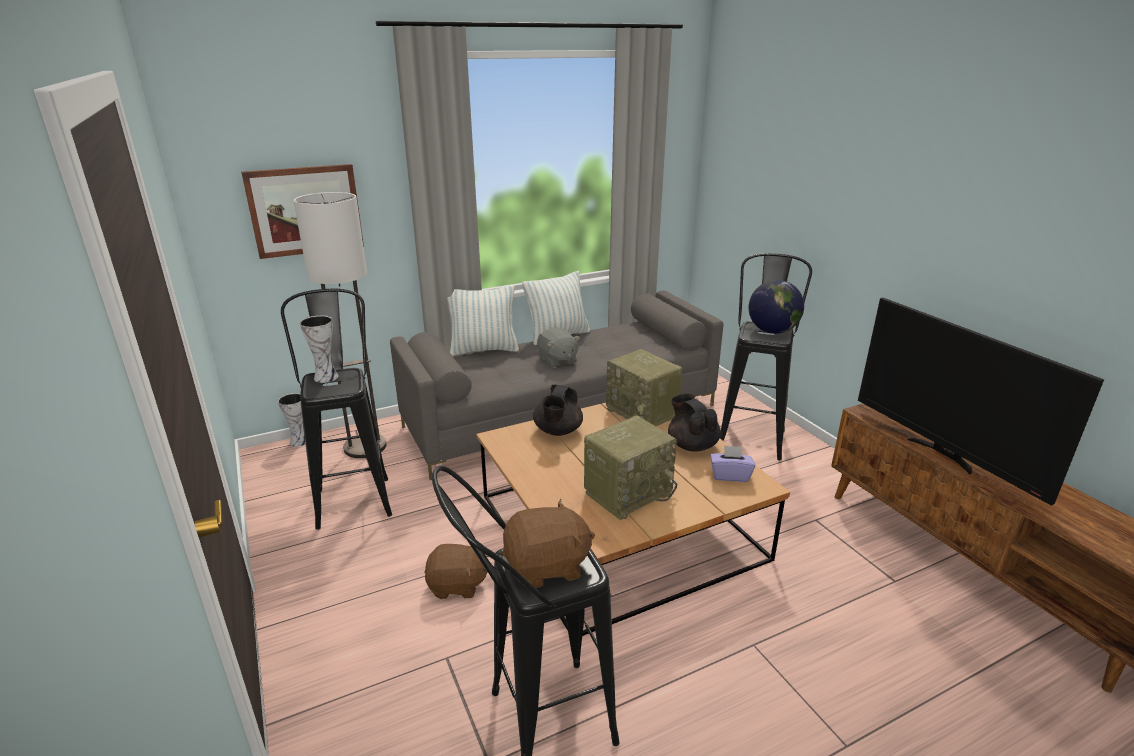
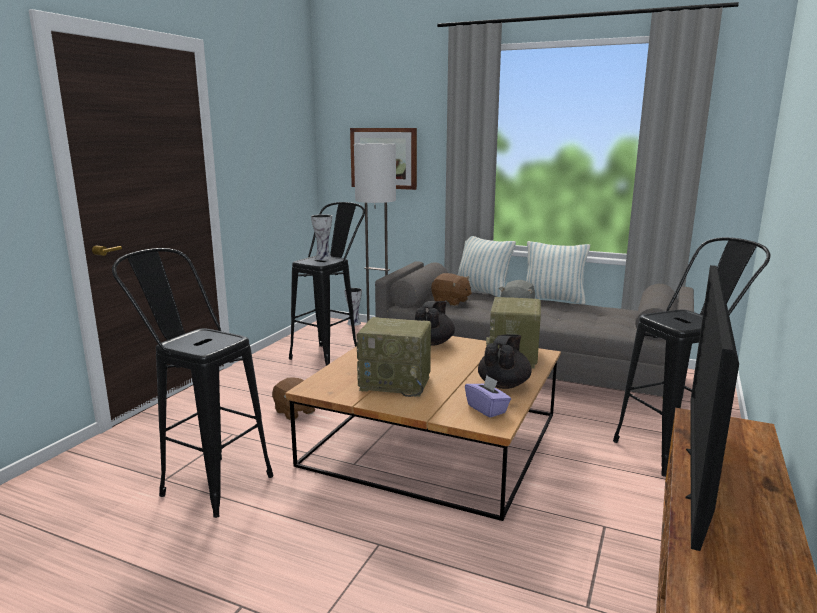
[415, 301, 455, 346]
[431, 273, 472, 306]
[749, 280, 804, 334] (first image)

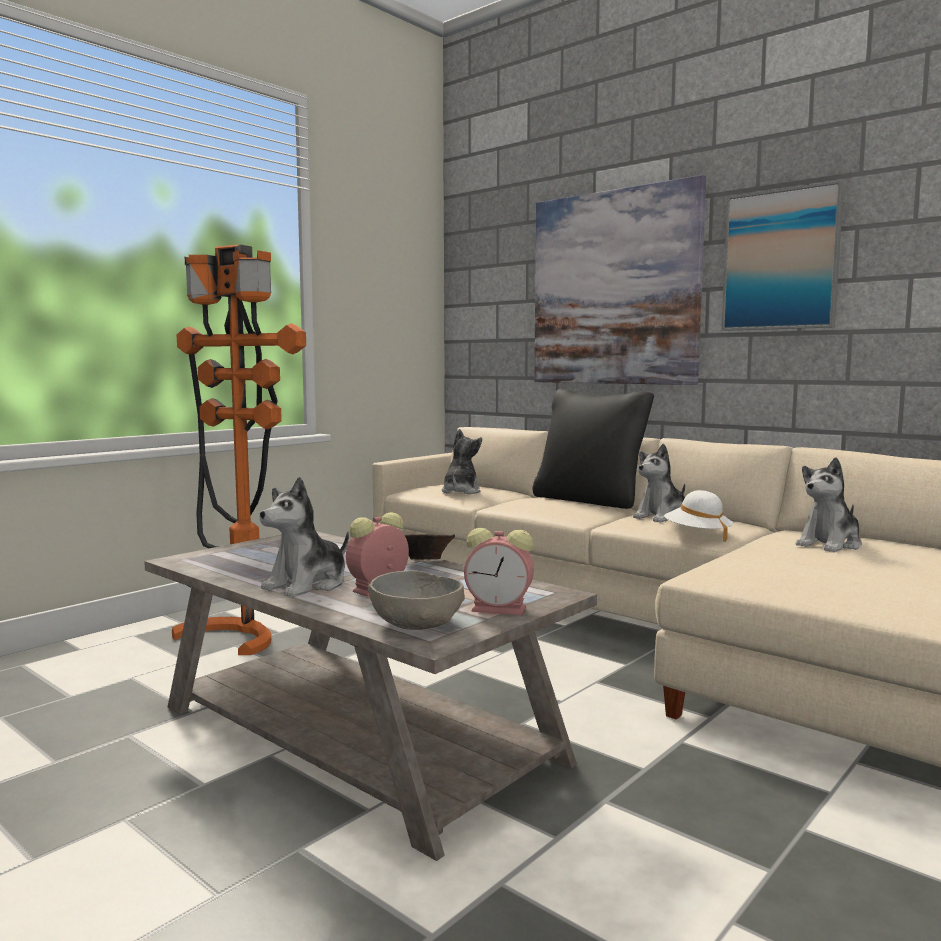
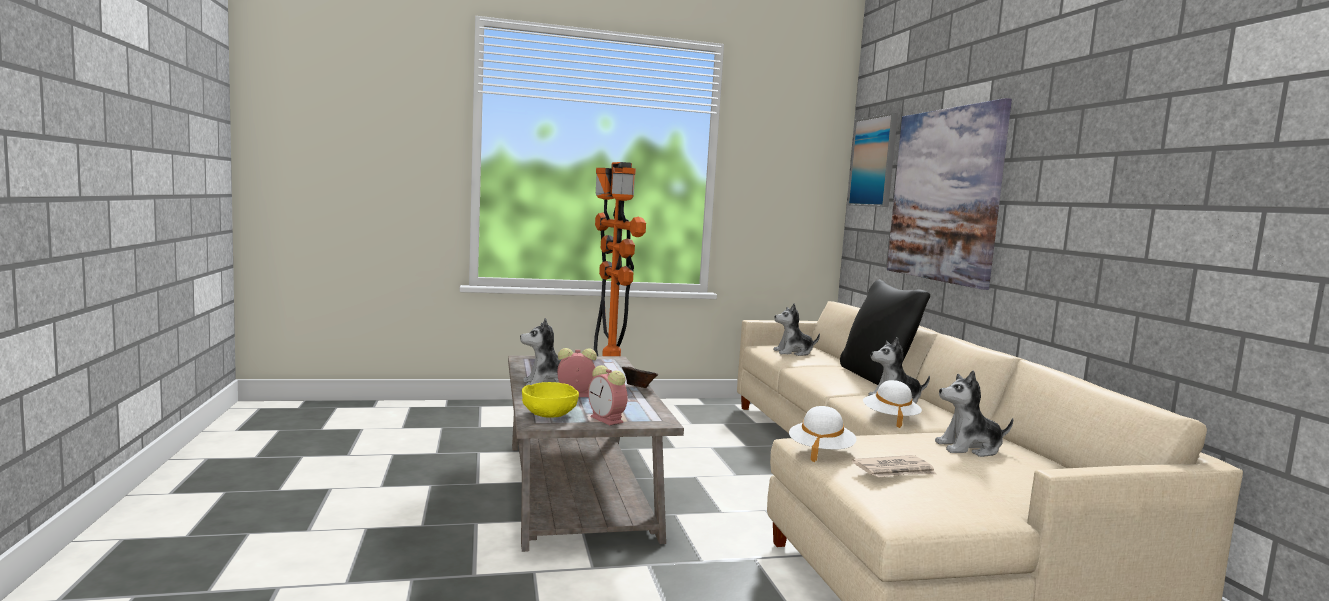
[522, 382, 579, 417]
[773, 303, 820, 356]
[789, 406, 856, 462]
[848, 113, 898, 207]
[852, 455, 936, 477]

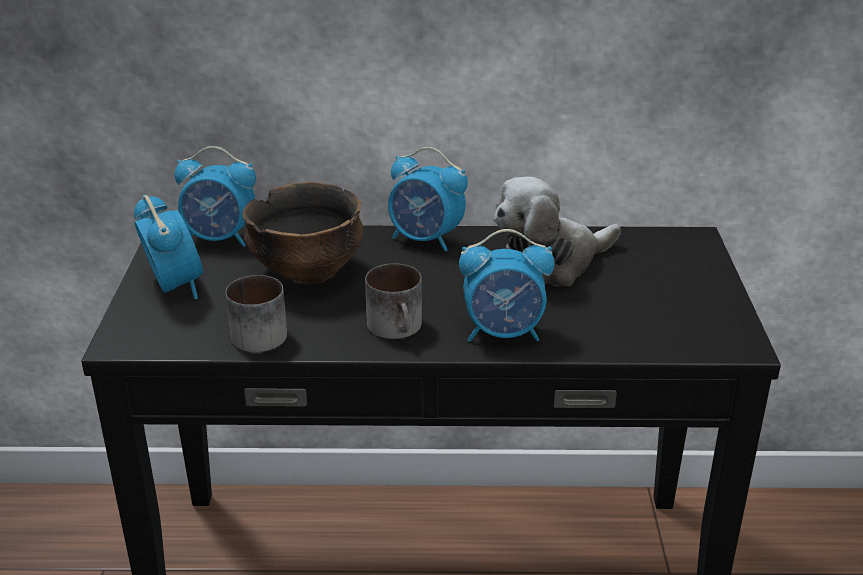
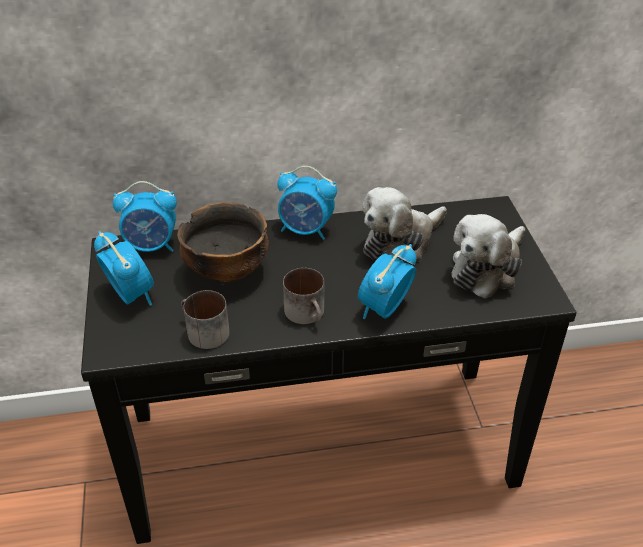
[358, 244, 416, 319]
[451, 214, 525, 299]

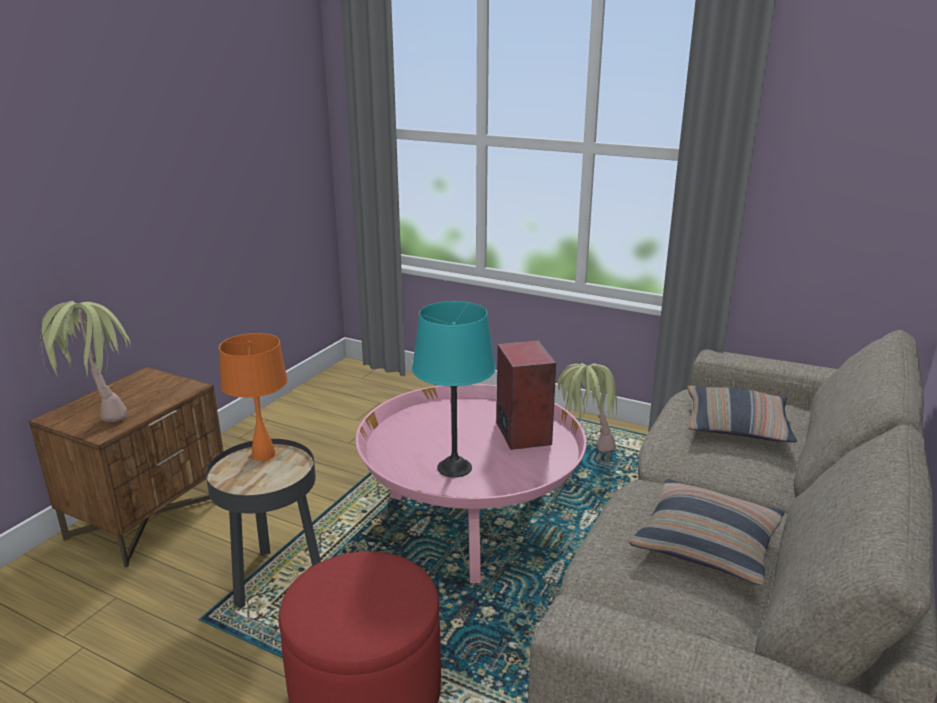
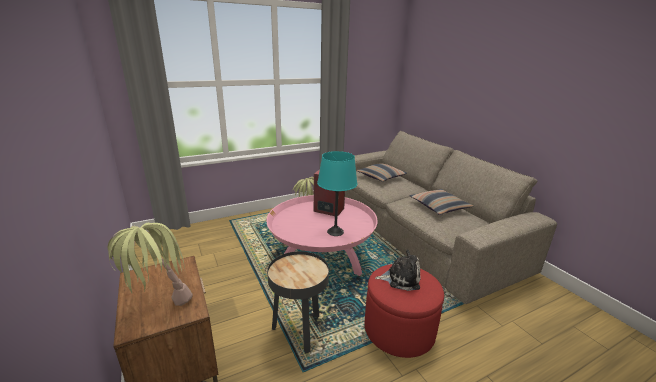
[375, 249, 420, 291]
[219, 333, 288, 461] (first image)

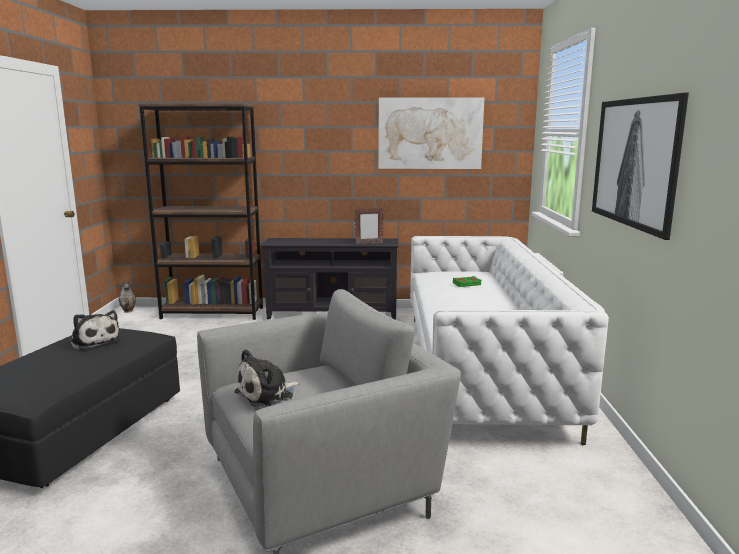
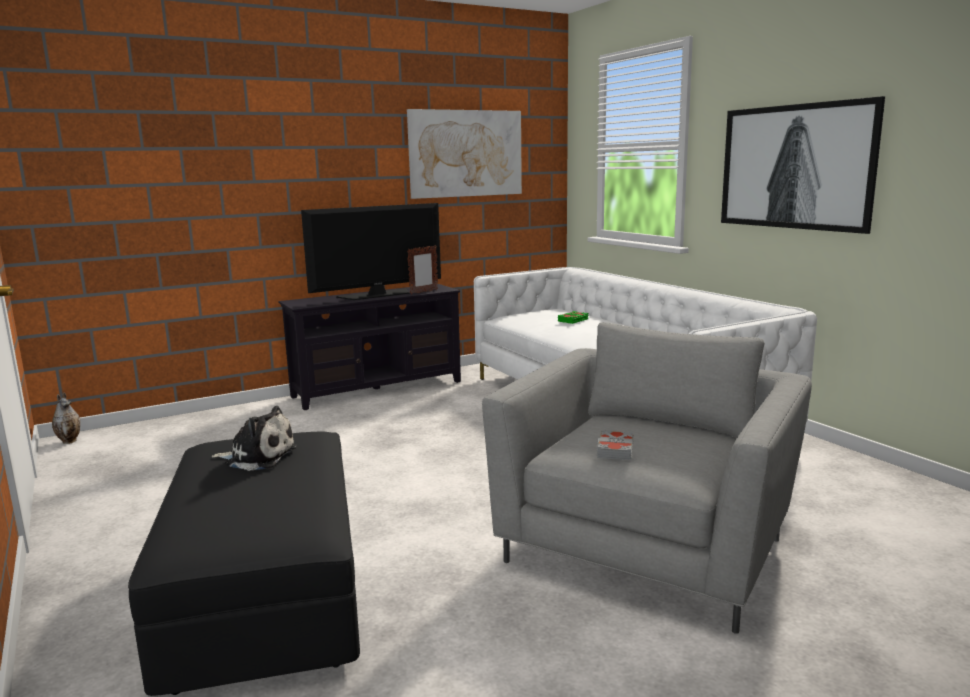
[301, 203, 441, 300]
[597, 430, 634, 460]
[138, 103, 263, 320] (first image)

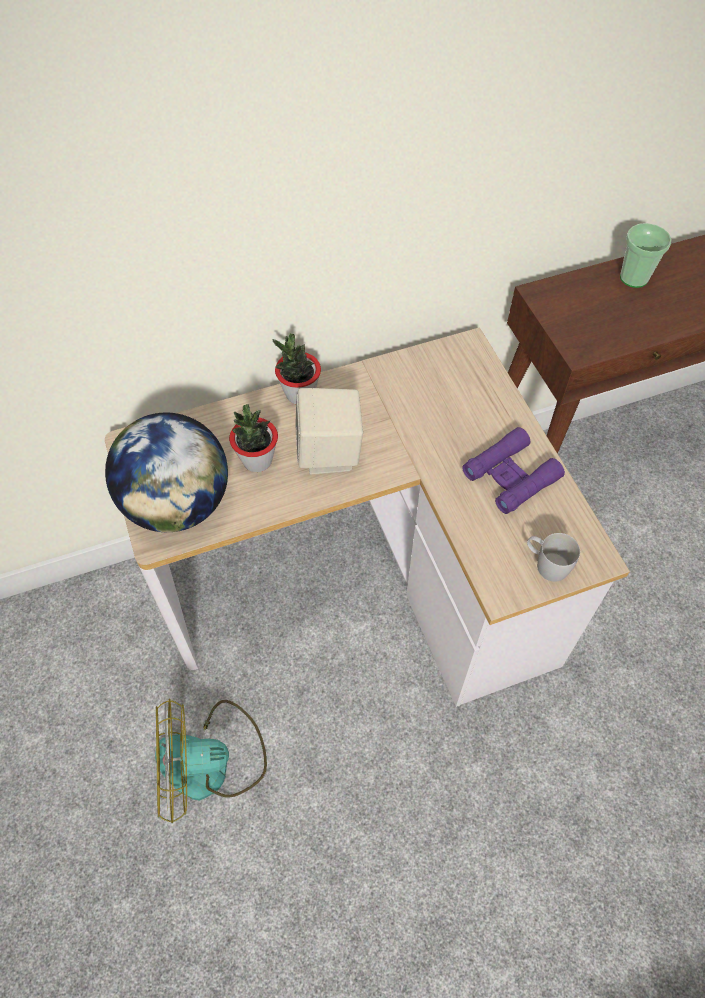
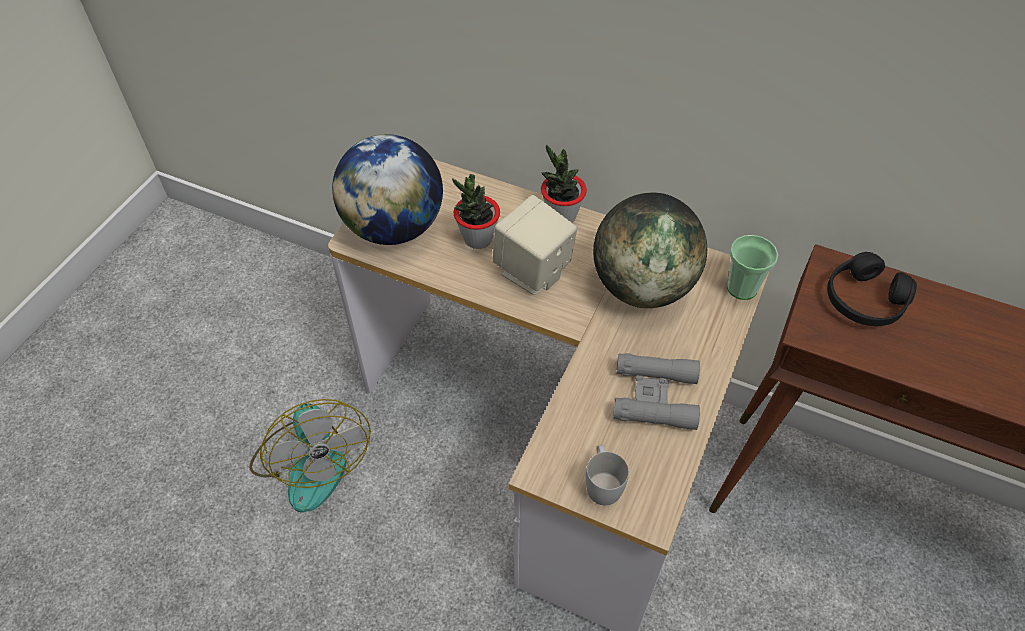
[249, 399, 371, 513]
[593, 193, 707, 308]
[613, 353, 700, 430]
[727, 235, 778, 300]
[827, 252, 917, 326]

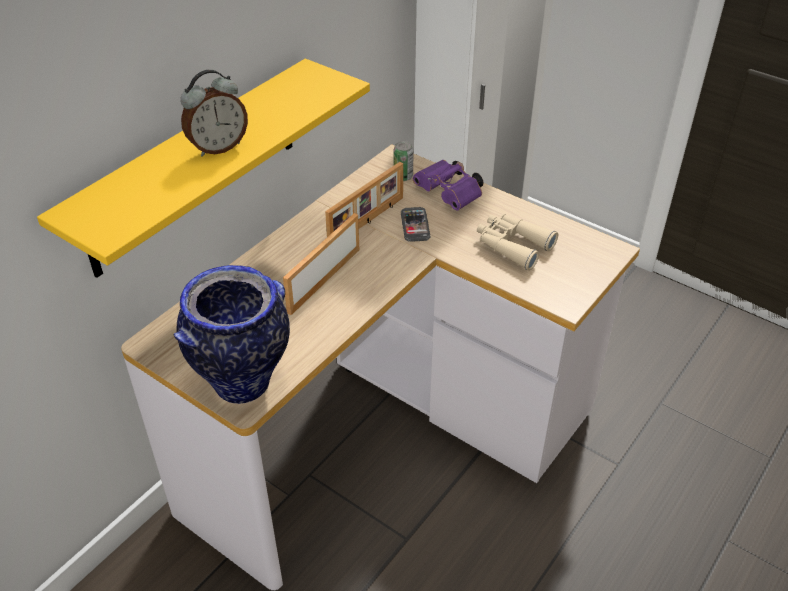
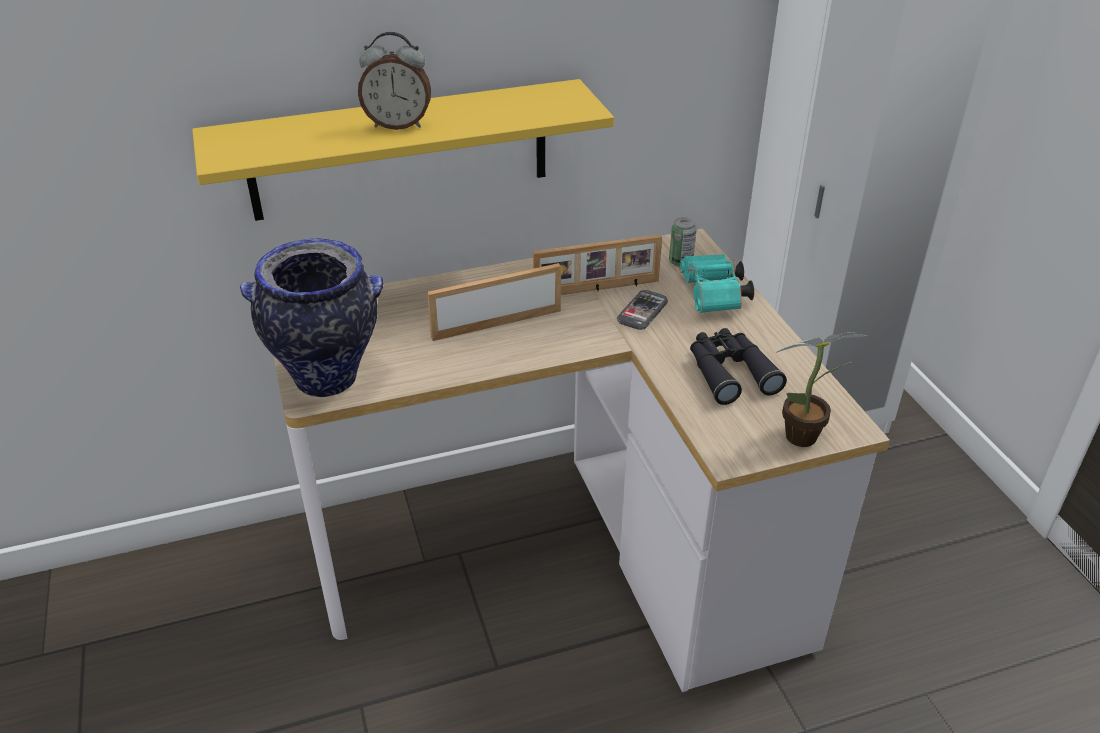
[679, 254, 754, 313]
[690, 328, 787, 405]
[776, 332, 867, 447]

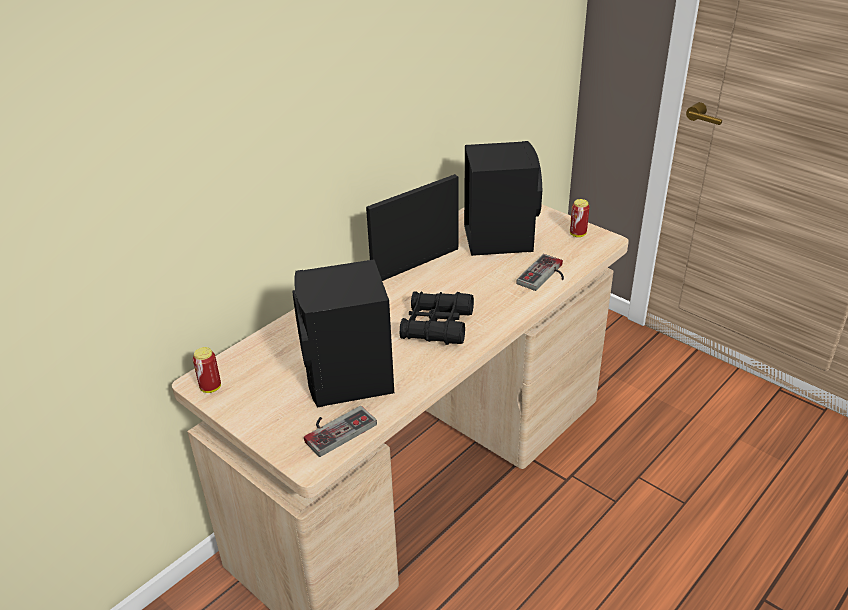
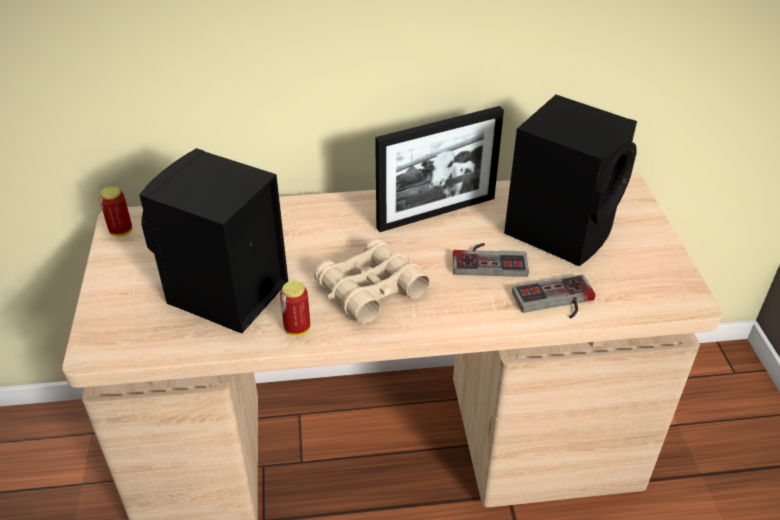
[280, 281, 310, 336]
[314, 238, 430, 324]
[375, 106, 504, 232]
[453, 243, 529, 277]

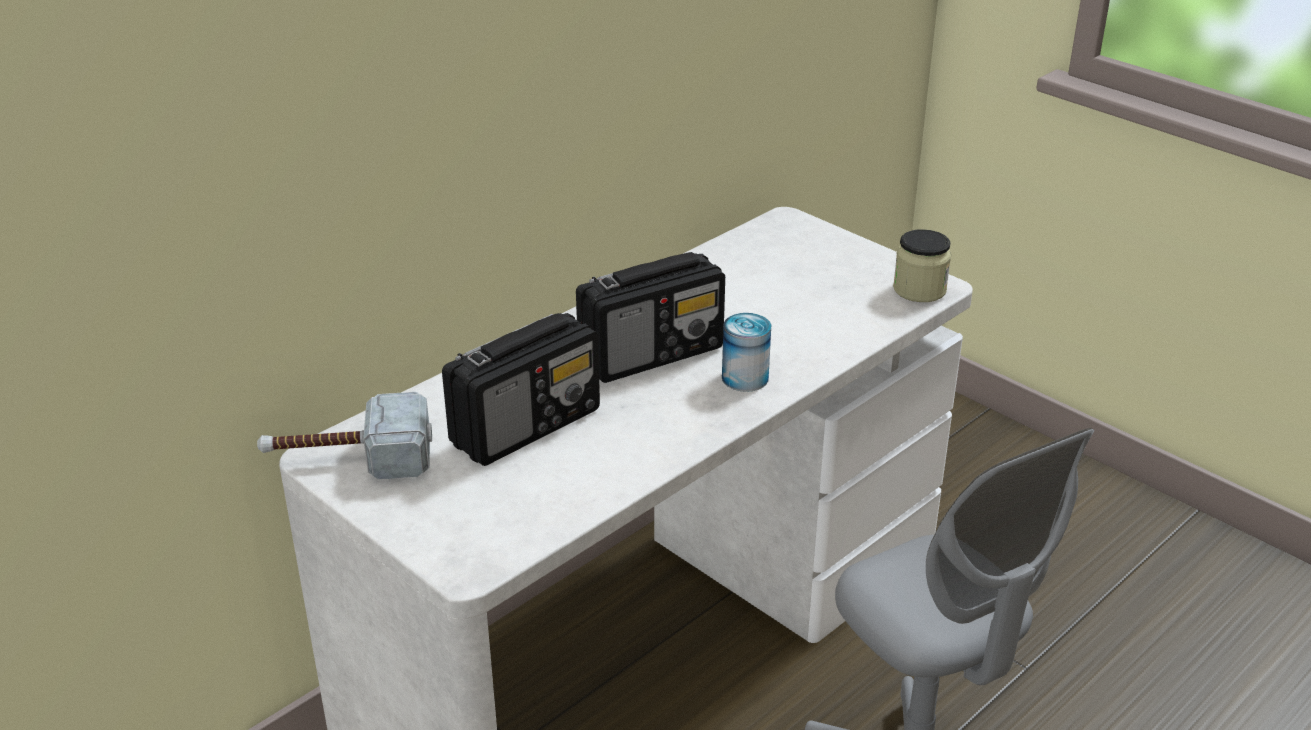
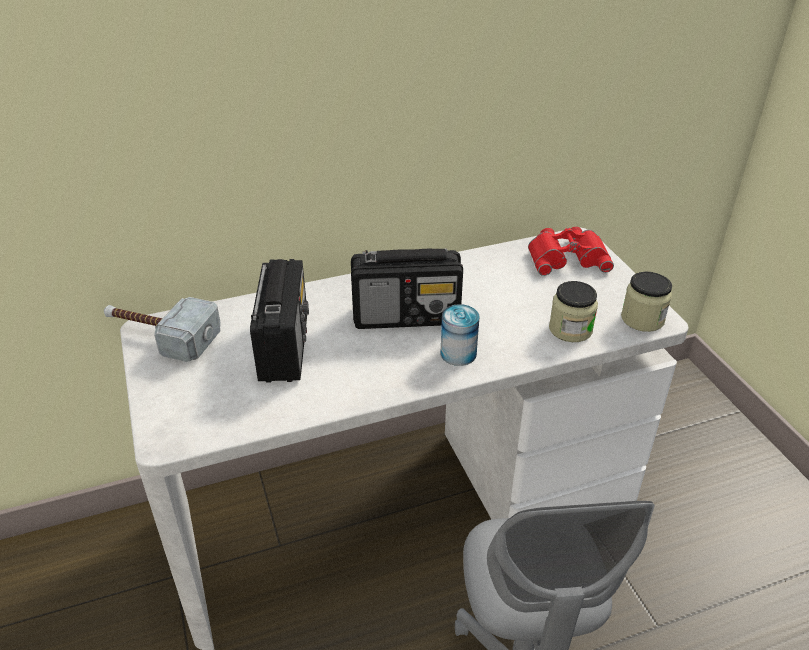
[250, 259, 309, 383]
[528, 227, 614, 276]
[549, 281, 598, 342]

